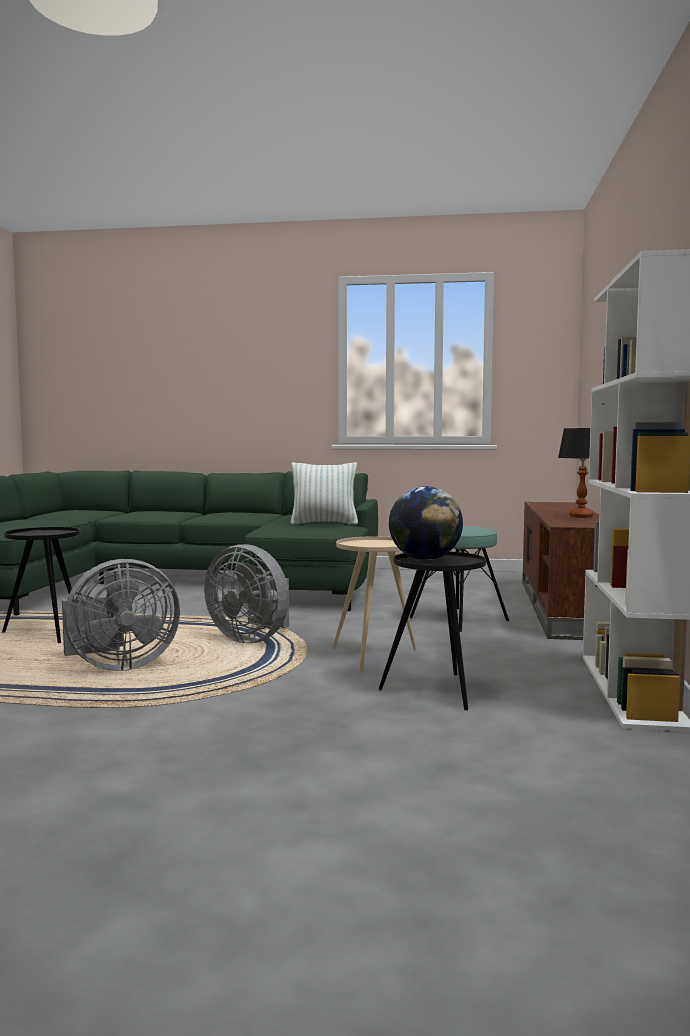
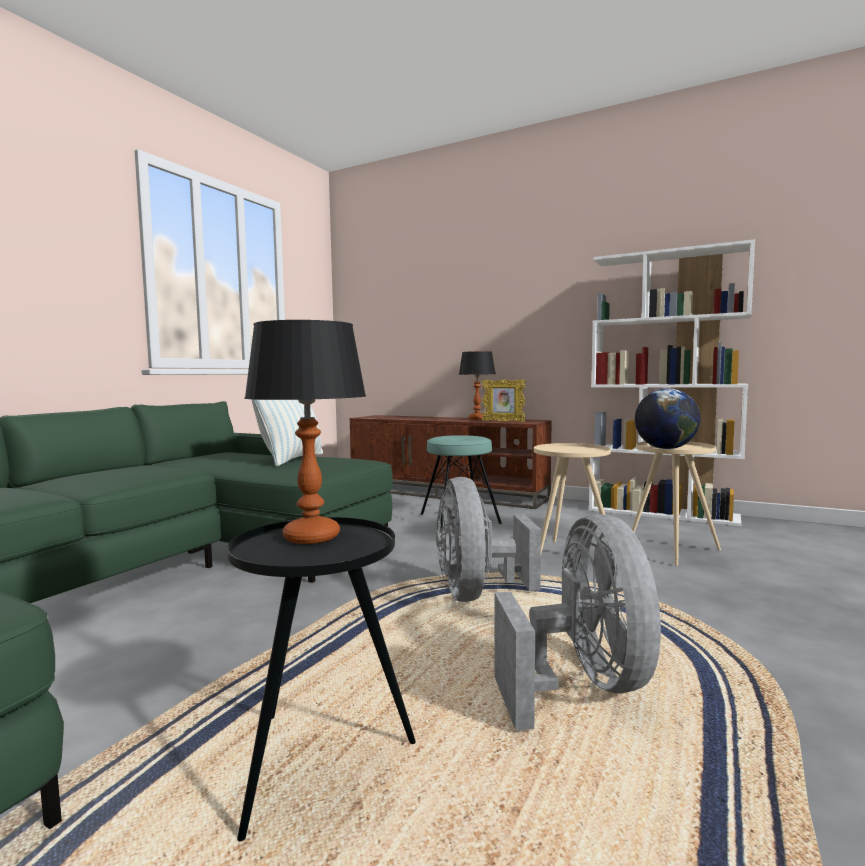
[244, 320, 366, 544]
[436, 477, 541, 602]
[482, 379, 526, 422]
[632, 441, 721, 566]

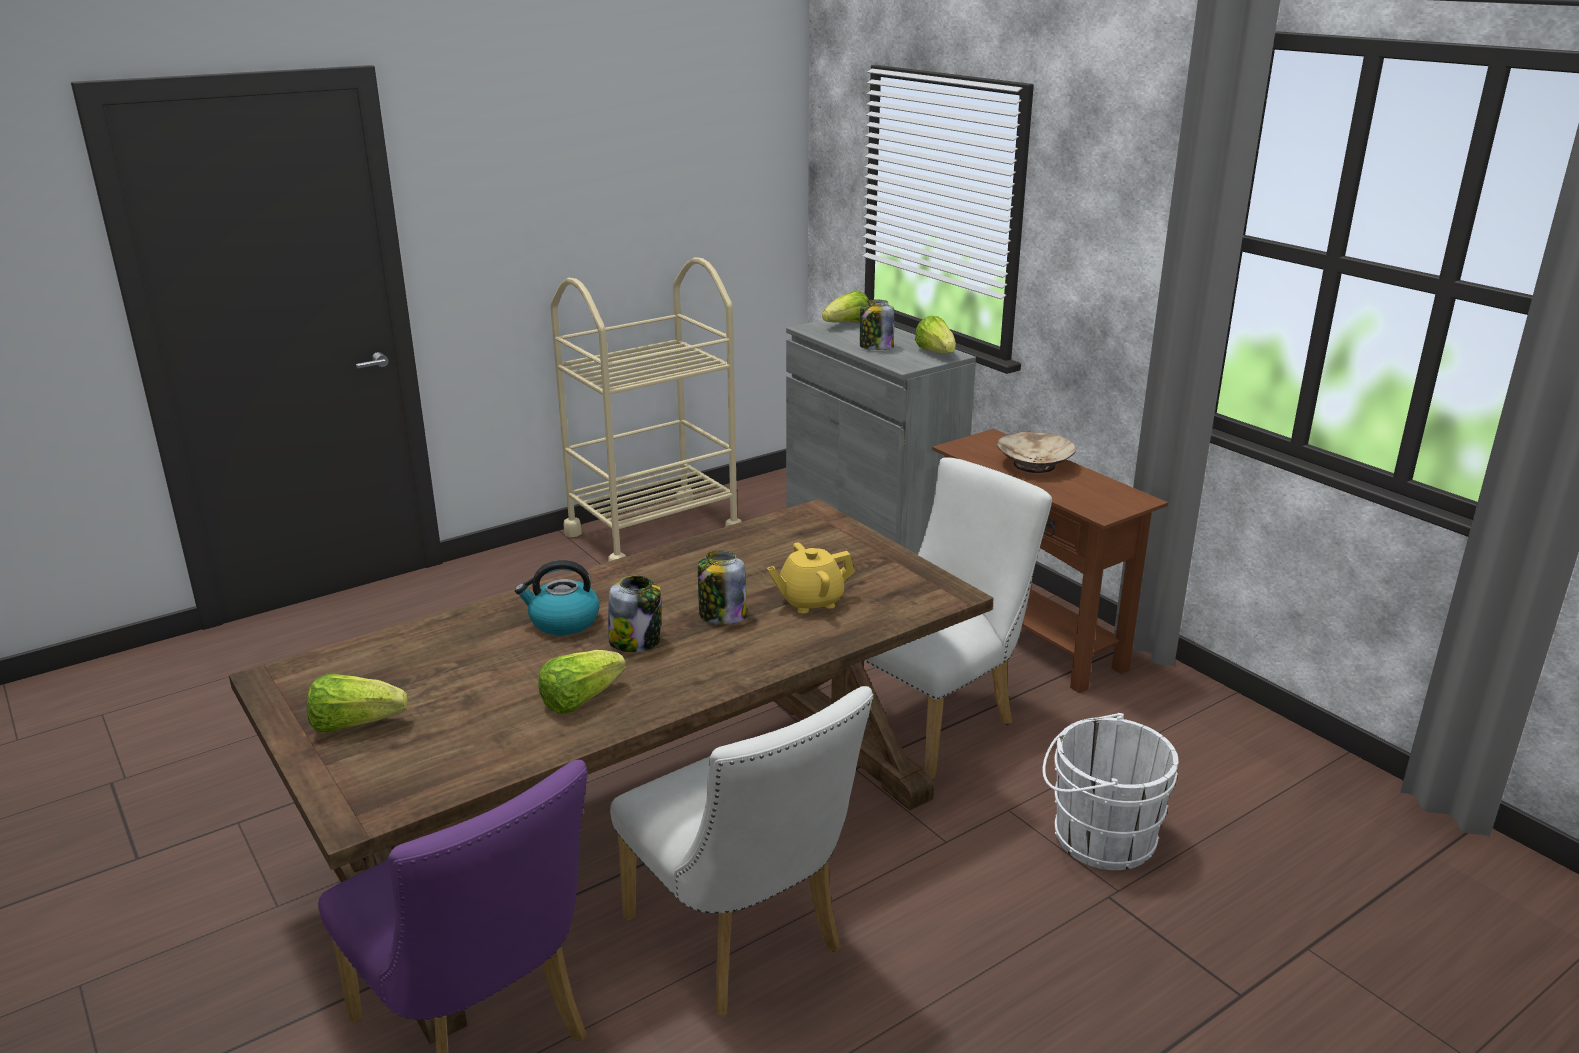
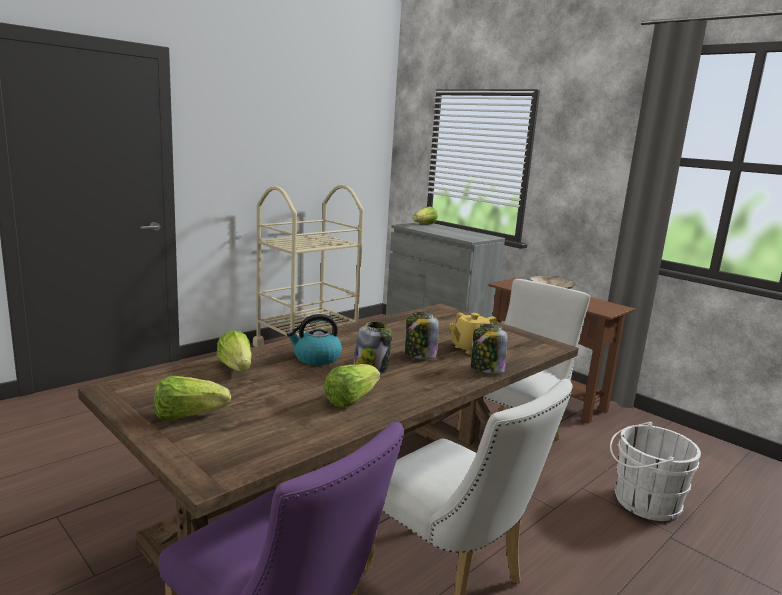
[216, 330, 252, 372]
[471, 324, 507, 373]

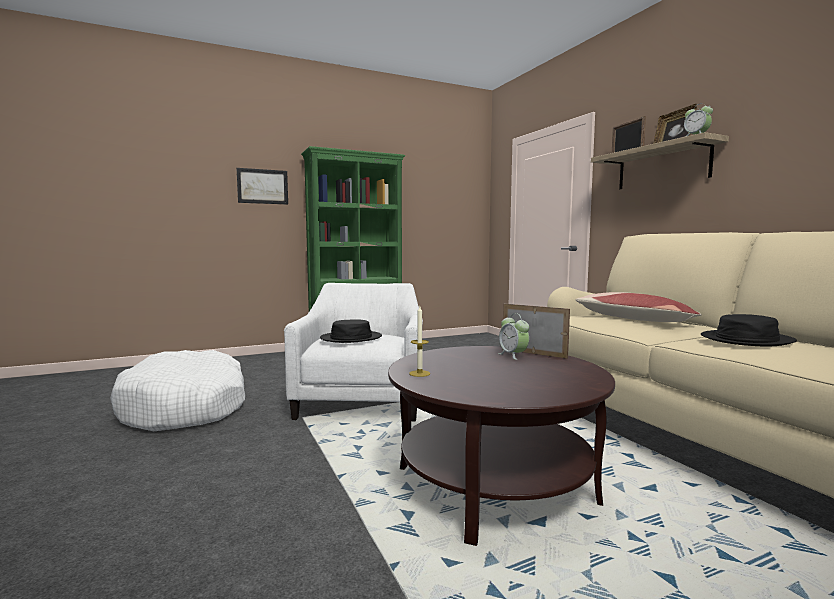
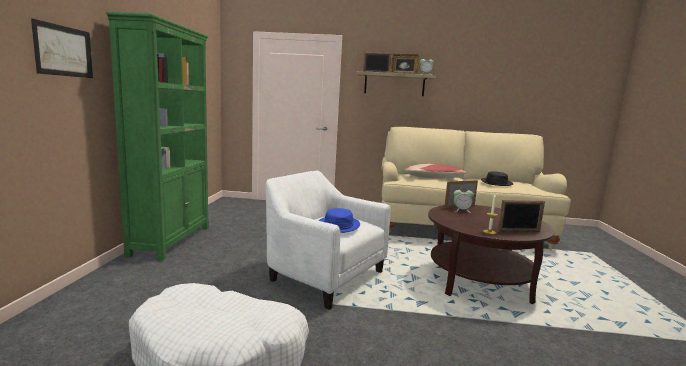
[318, 208, 360, 233]
[498, 200, 545, 232]

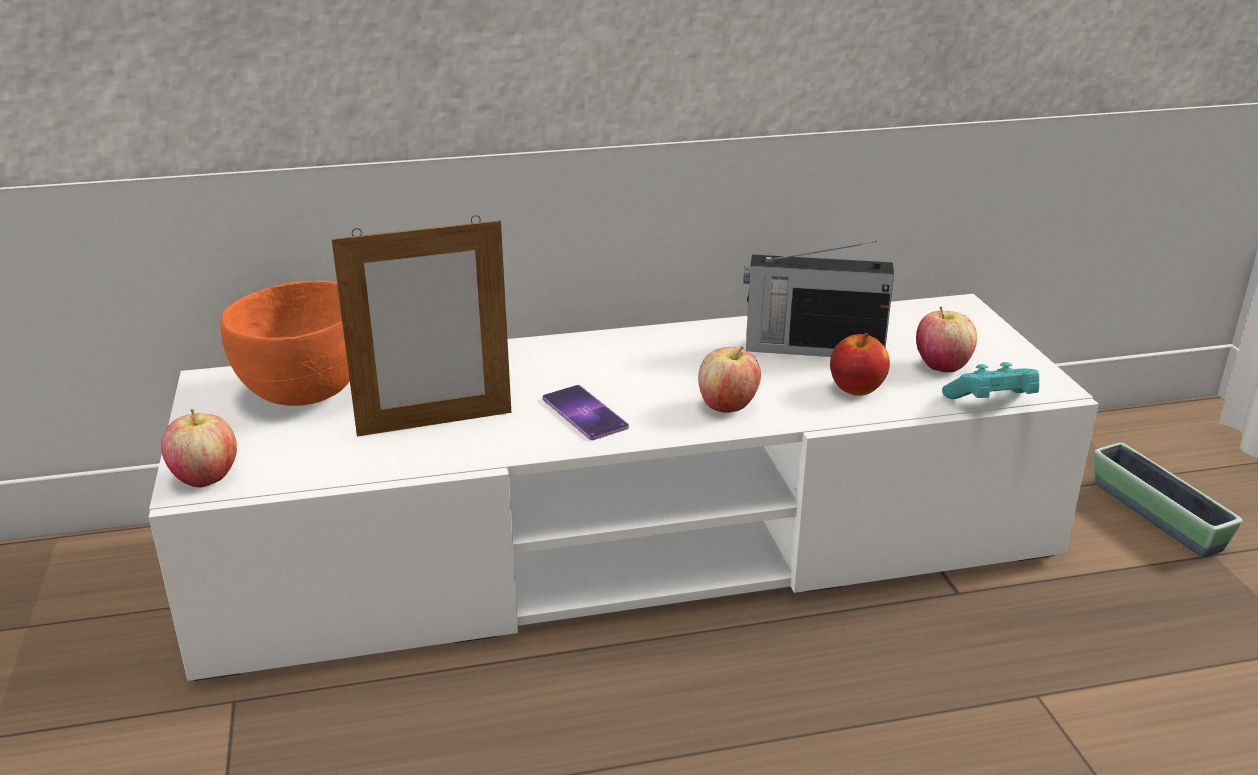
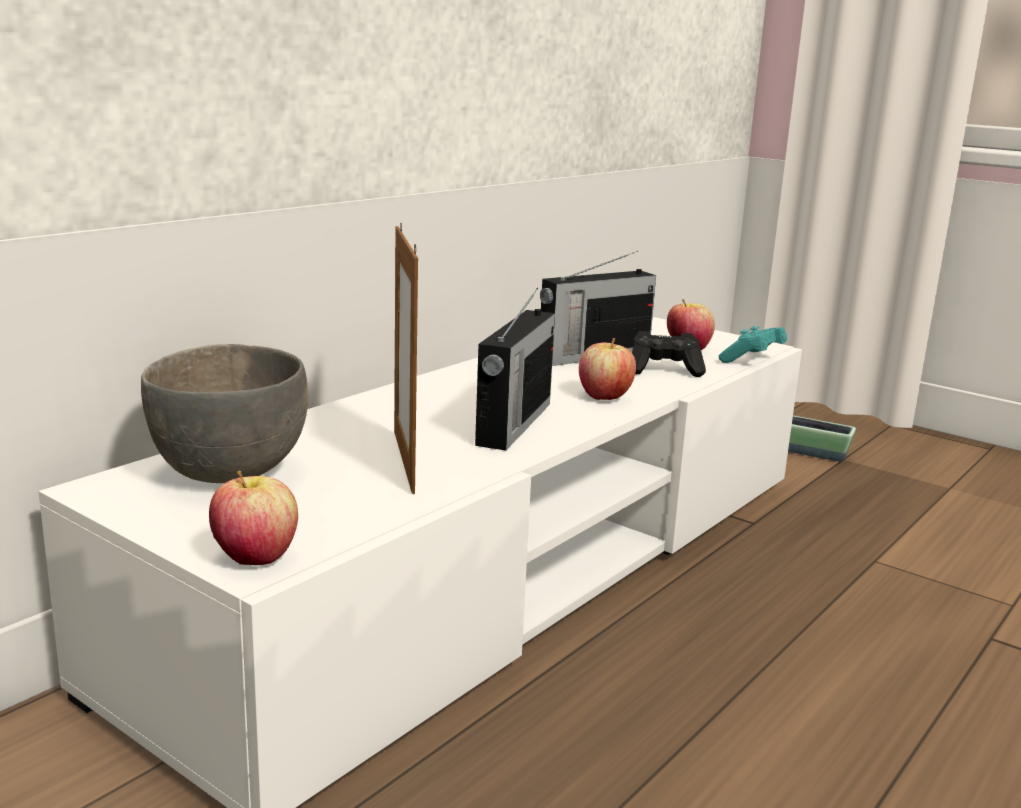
[141, 344, 308, 483]
[394, 223, 418, 494]
[475, 288, 555, 451]
[632, 331, 706, 377]

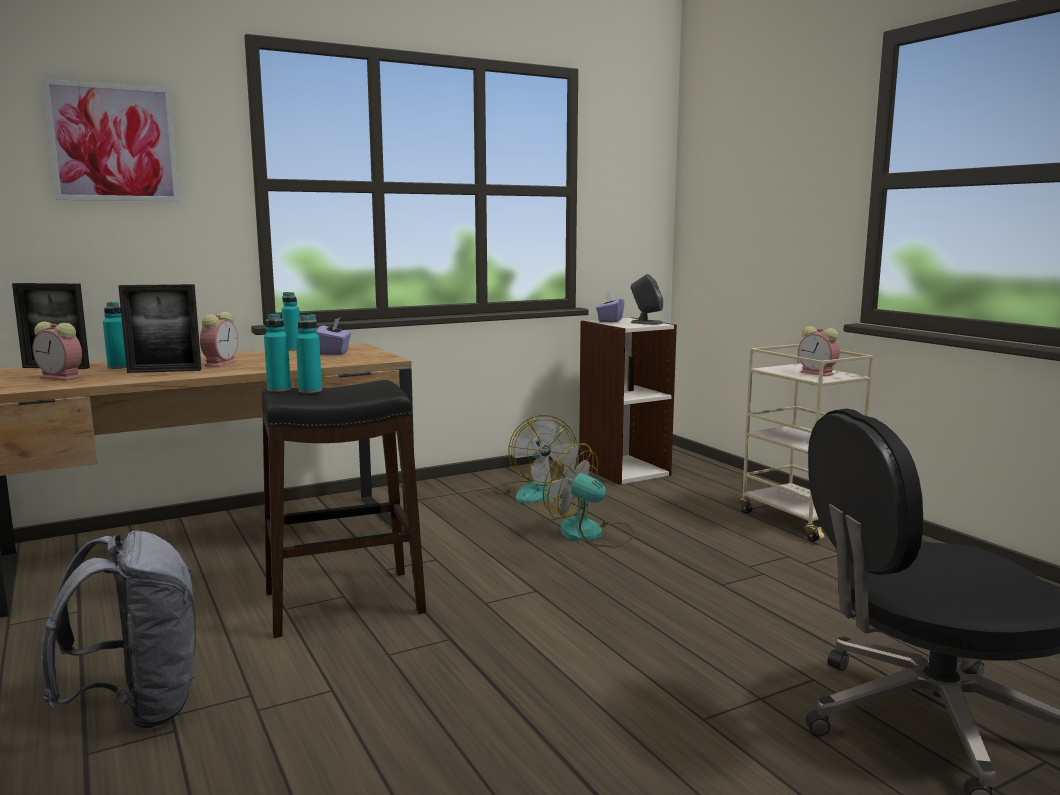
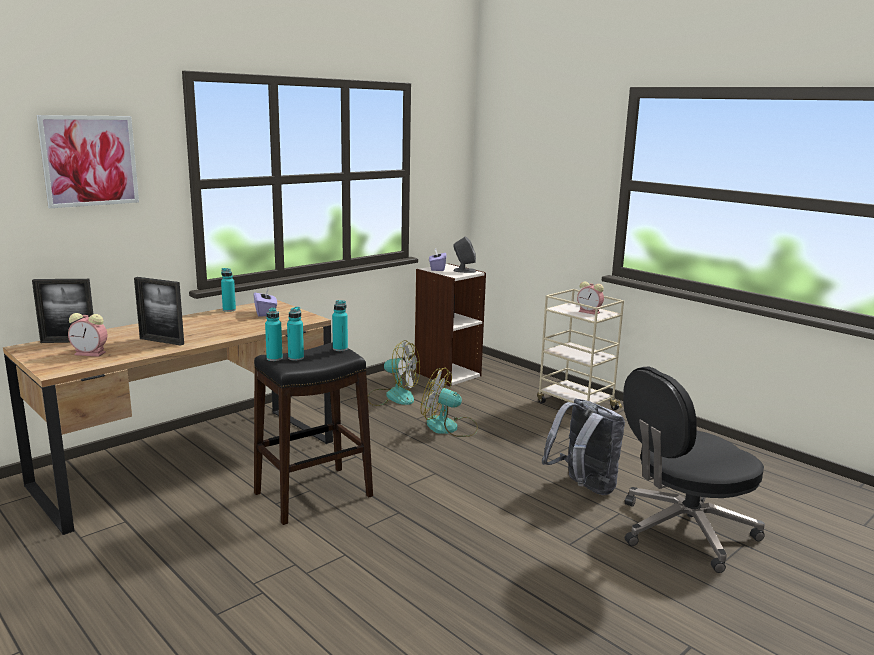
[134, 277, 184, 346]
[332, 300, 348, 351]
[368, 340, 420, 406]
[542, 398, 625, 495]
[200, 312, 238, 367] (first image)

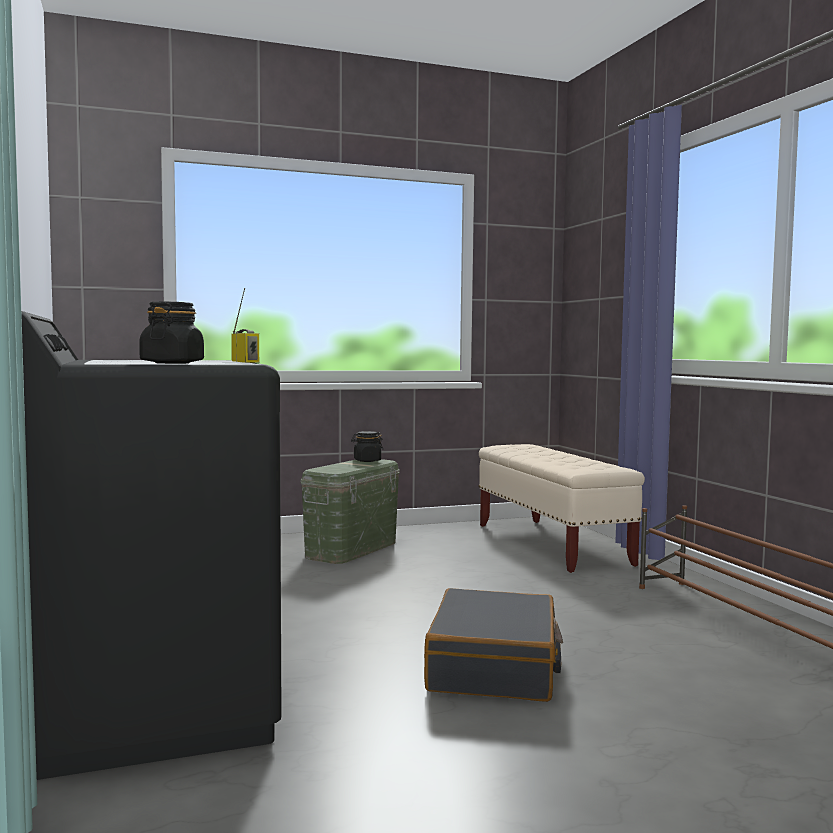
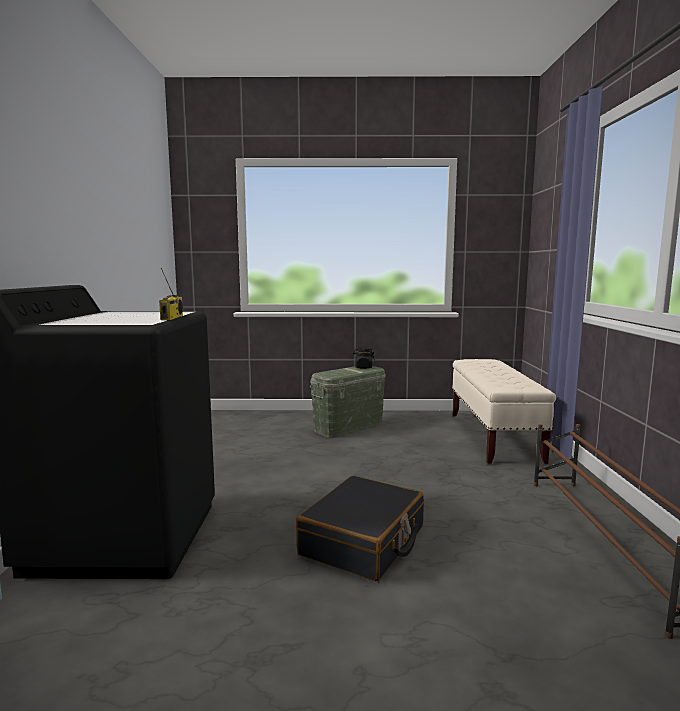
[139, 301, 204, 364] (first image)

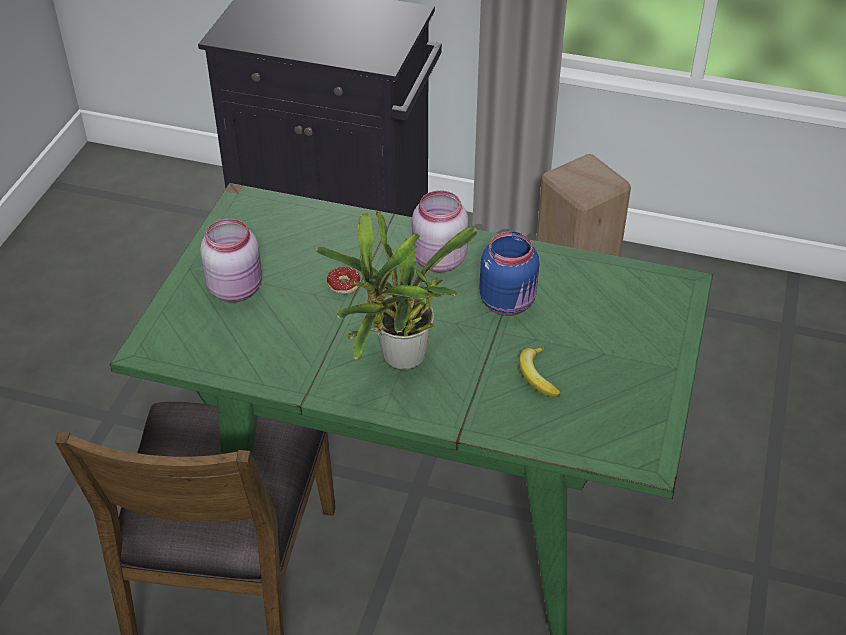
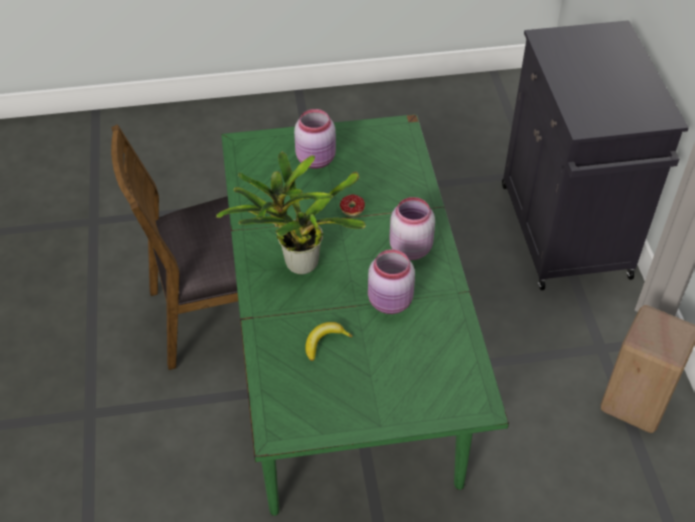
[368, 249, 415, 314]

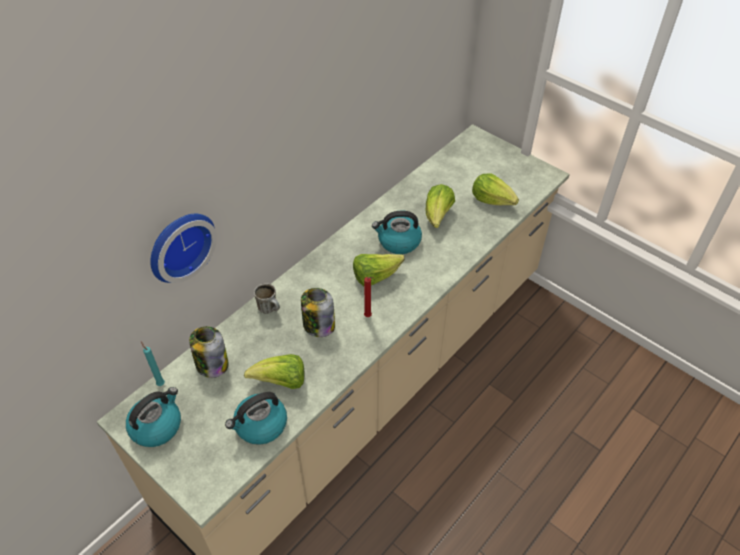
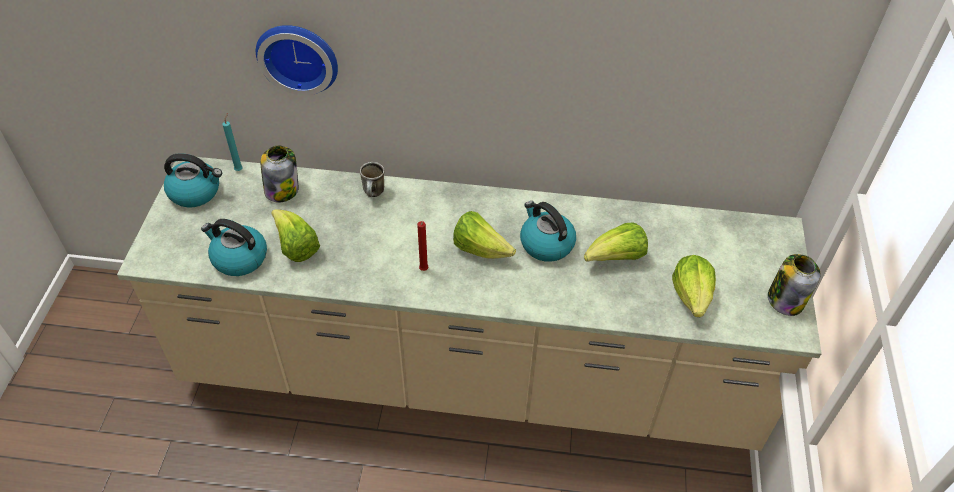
[768, 254, 821, 316]

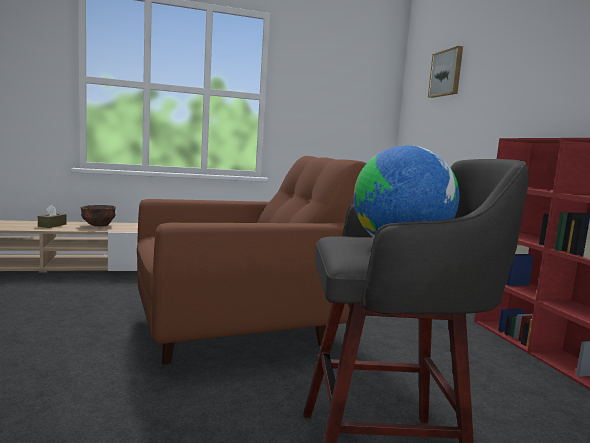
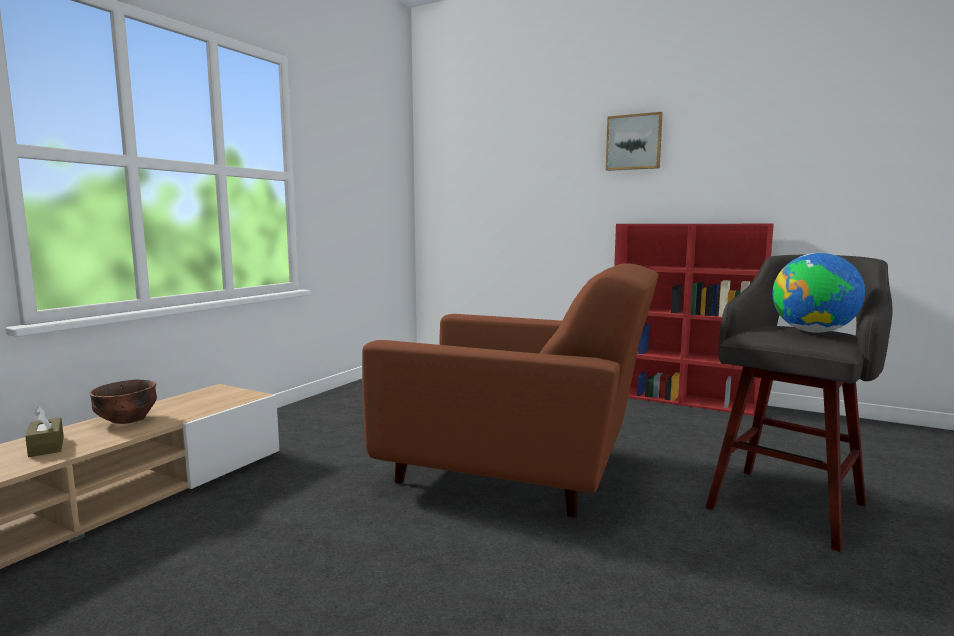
[362, 263, 658, 518]
[606, 112, 662, 171]

